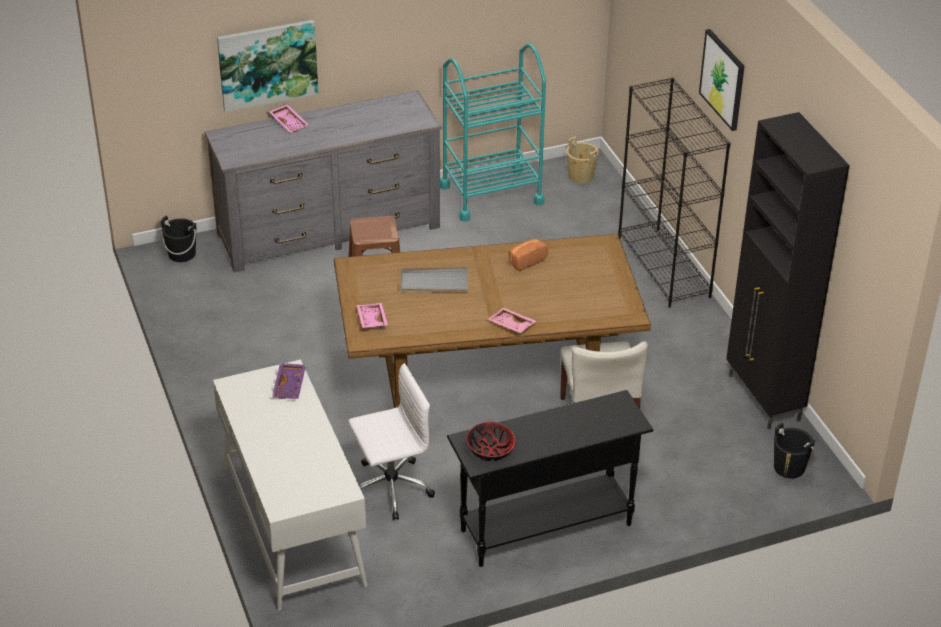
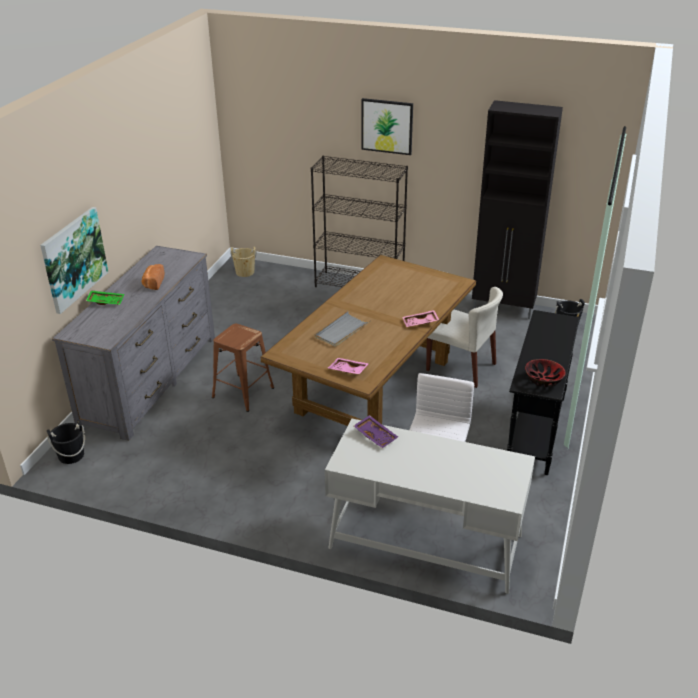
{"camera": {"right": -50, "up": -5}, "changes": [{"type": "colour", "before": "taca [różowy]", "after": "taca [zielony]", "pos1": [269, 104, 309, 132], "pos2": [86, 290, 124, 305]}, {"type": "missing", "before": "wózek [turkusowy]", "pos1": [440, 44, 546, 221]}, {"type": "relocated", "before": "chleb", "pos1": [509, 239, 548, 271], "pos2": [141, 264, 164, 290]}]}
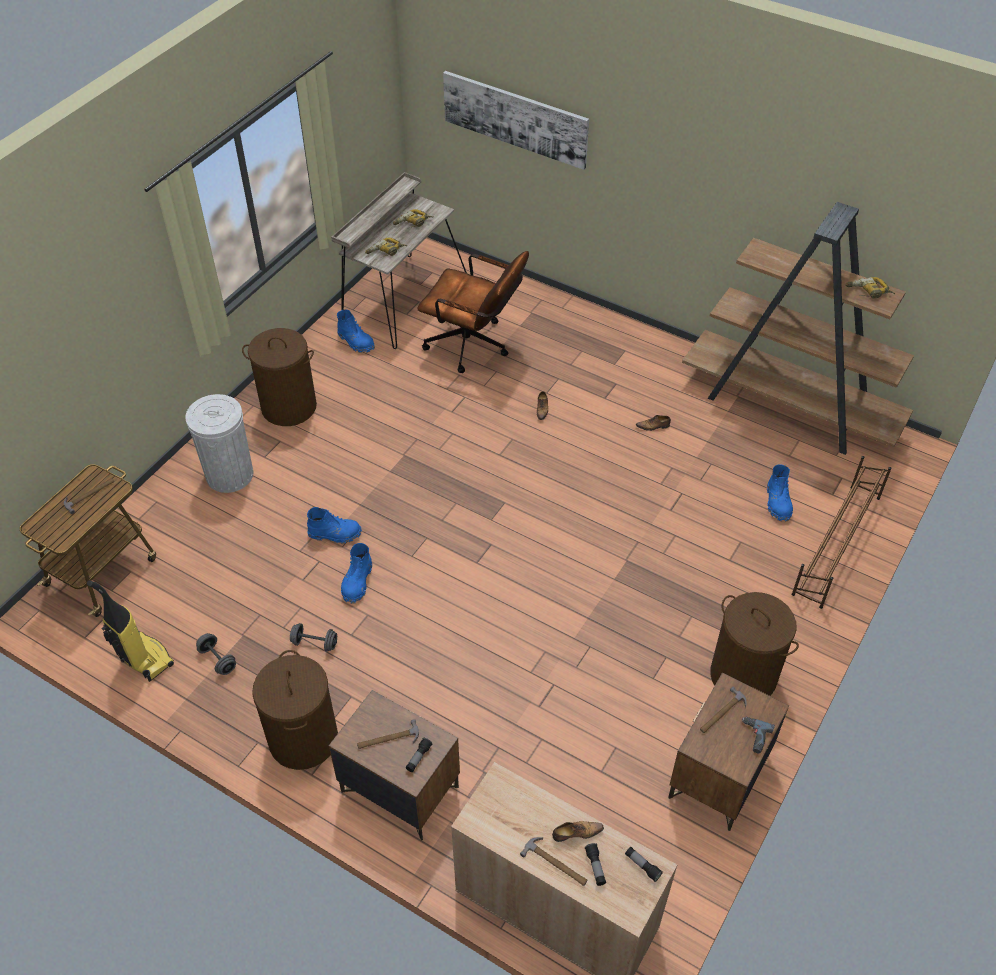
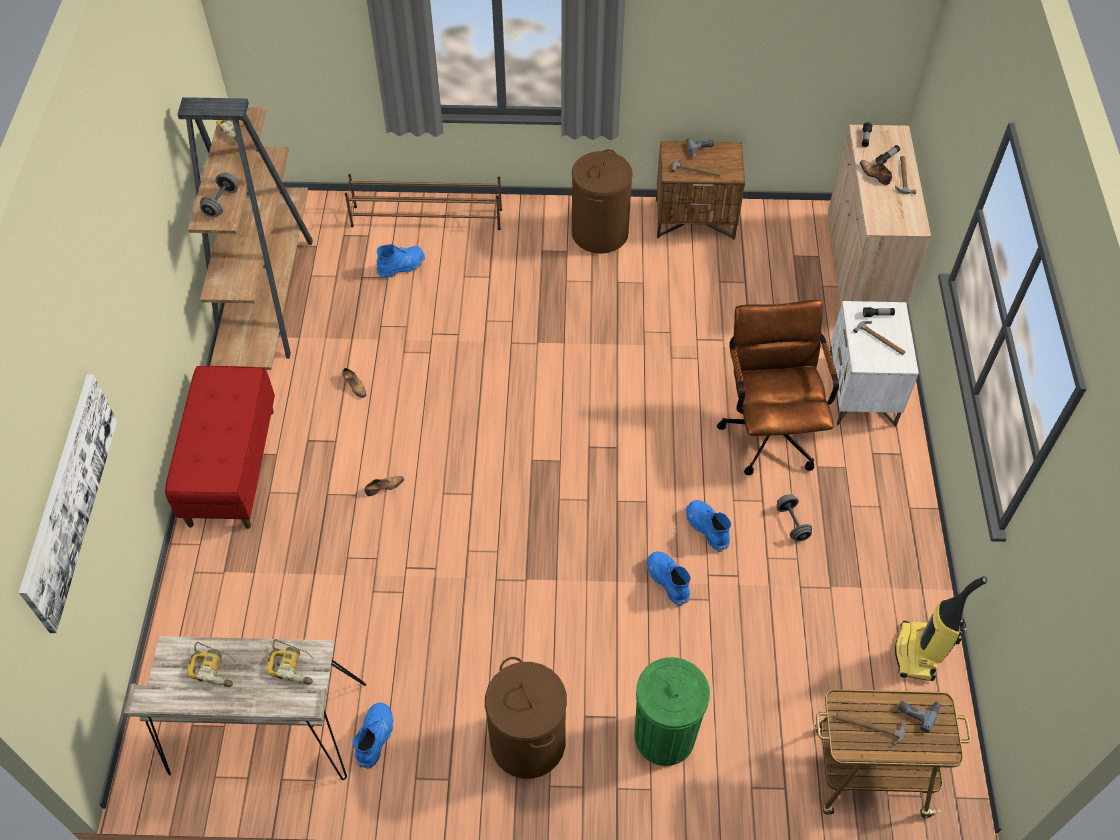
{"camera": {"right": -120, "up": 5}, "changes": [{"type": "colour", "before": "kosz na śmieci [biały]", "after": "kosz na śmieci [zielony]", "pos1": [185, 394, 253, 493], "pos2": [634, 657, 710, 766]}, {"type": "relocated", "before": "hantel [szary]", "pos1": [196, 633, 236, 675], "pos2": [200, 172, 238, 217]}, {"type": "missing", "before": "kosz na pranie [brązowy]", "pos1": [252, 650, 338, 770]}, {"type": "colour", "before": "szafka nocna [brązowy]", "after": "szafka nocna [biały]", "pos1": [329, 690, 460, 841], "pos2": [830, 301, 919, 427]}, {"type": "spun", "before": "but z cholewką [niebieski]", "pos1": [341, 543, 372, 604], "pos2": [686, 500, 731, 552], "turn": -105}, {"type": "relocated", "before": "krzesło biurowe [brązowy]", "pos1": [417, 251, 529, 373], "pos2": [717, 300, 839, 475]}, {"type": "appeared", "after": "ławka [czerwony]", "pos2": [165, 366, 275, 529]}, {"type": "appeared", "after": "wiertarka", "pos2": [897, 700, 941, 733]}]}
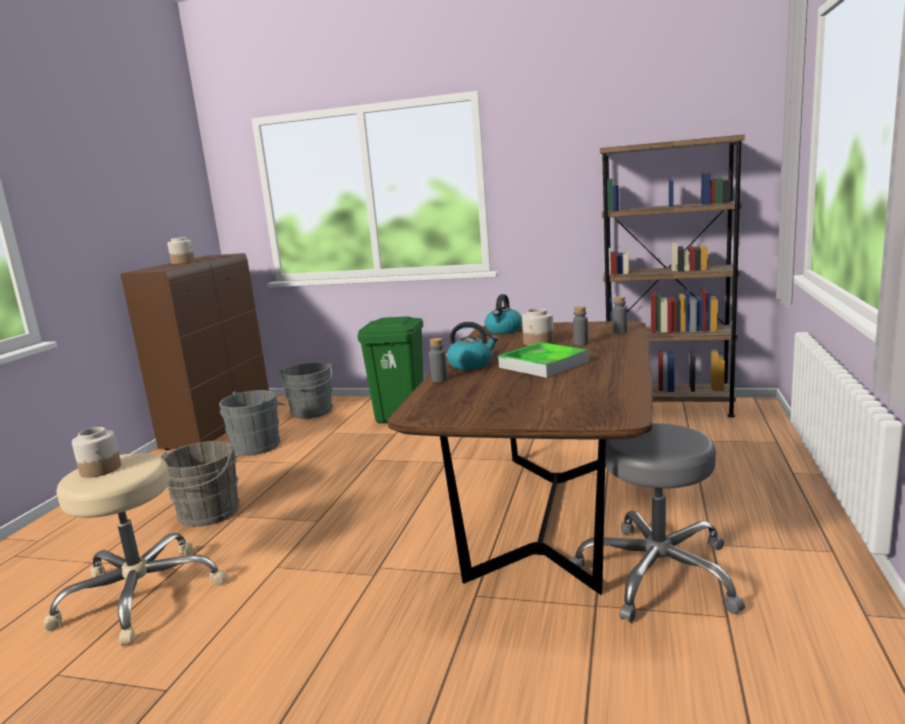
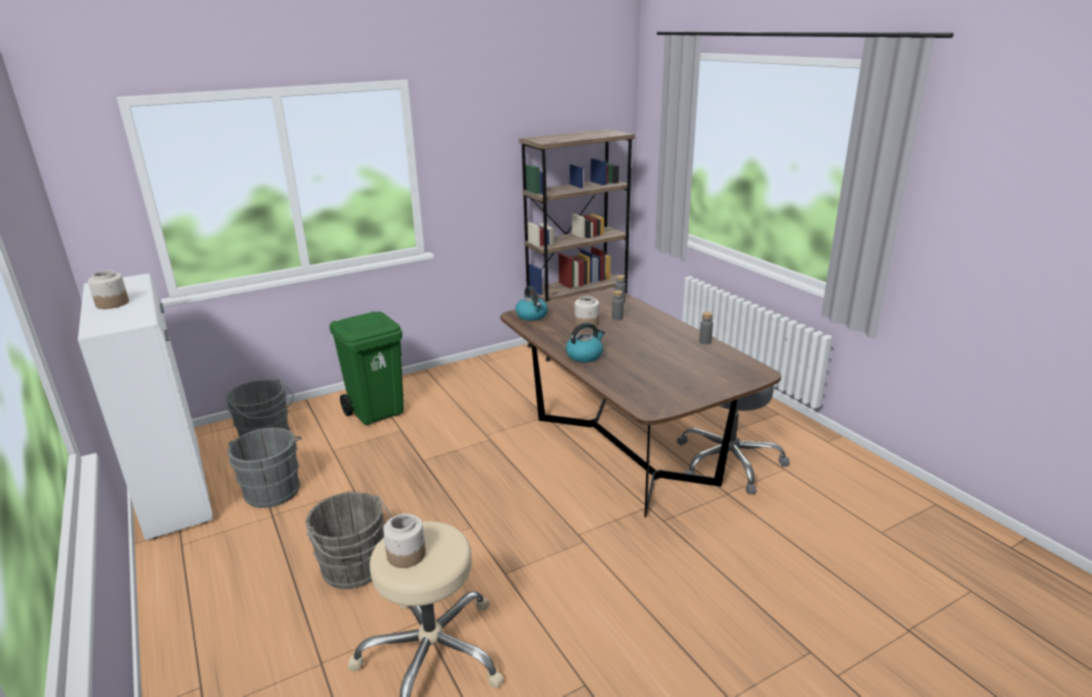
{"camera": {"right": -45, "up": 10}, "changes": [{"type": "colour", "before": "szafka [brązowy]", "after": "szafka [biały]", "pos1": [120, 253, 269, 450], "pos2": [78, 273, 212, 540]}, {"type": "relocated", "before": "butelka [szary]", "pos1": [429, 338, 448, 382], "pos2": [699, 312, 713, 344]}, {"type": "missing", "before": "taca", "pos1": [498, 342, 589, 378]}]}
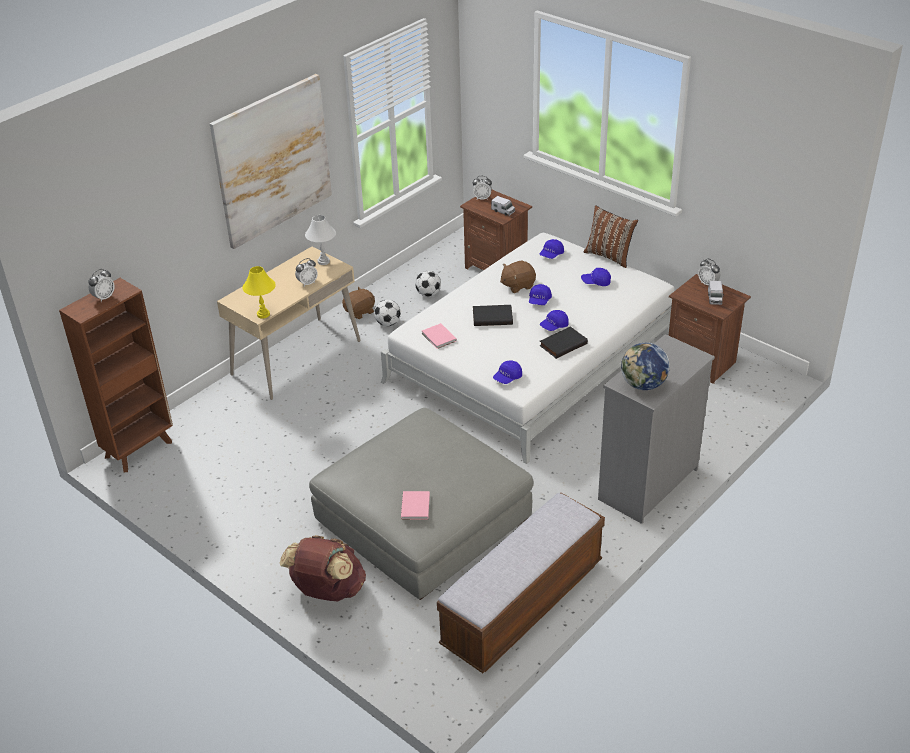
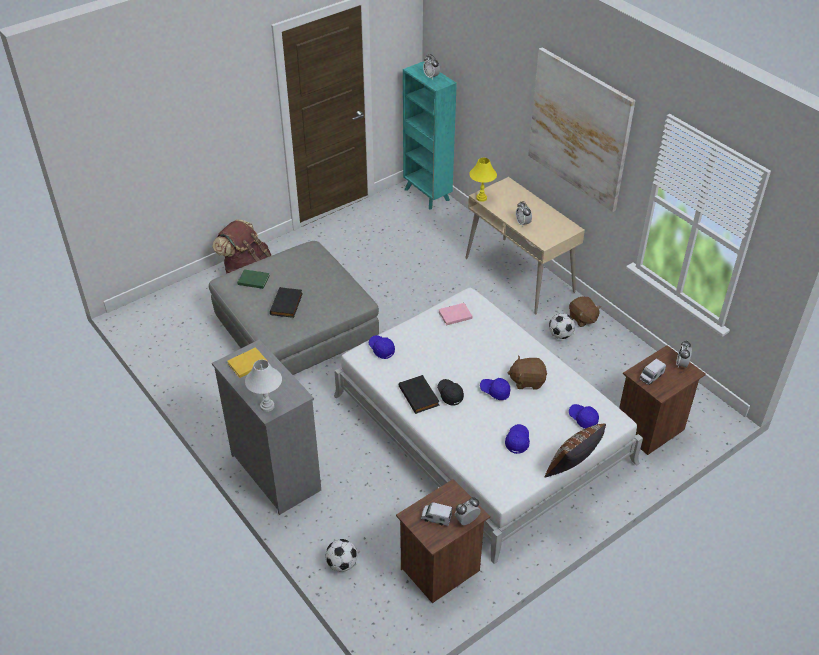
{"camera": {"right": 100, "up": 5}, "changes": [{"type": "colour", "before": "regał [brązowy]", "after": "regał [turkusowy]", "pos1": [59, 278, 173, 472], "pos2": [403, 61, 457, 209]}, {"type": "relocated", "before": "lampa stołowa [biały]", "pos1": [305, 215, 336, 265], "pos2": [245, 359, 282, 412]}, {"type": "colour", "before": "książka [różowy]", "after": "książka [zielony]", "pos1": [401, 491, 430, 520], "pos2": [237, 269, 270, 289]}, {"type": "relocated", "before": "piłka futbolowa", "pos1": [415, 271, 441, 297], "pos2": [325, 539, 357, 572]}, {"type": "missing", "before": "ławka", "pos1": [437, 493, 605, 673]}, {"type": "relocated", "before": "książka [czarny]", "pos1": [473, 305, 513, 326], "pos2": [270, 287, 303, 318]}, {"type": "spun", "before": "pluszak [brązowy]", "pos1": [500, 260, 536, 293], "pos2": [508, 355, 547, 389], "turn": -75}, {"type": "colour", "before": "czapka z daszkiem [niebieski]", "after": "czapka z daszkiem [czarny]", "pos1": [540, 310, 569, 331], "pos2": [437, 379, 464, 406]}, {"type": "exchanged", "before": "globus", "after": "książka [żółty]", "pos1": [621, 343, 670, 390], "pos2": [227, 347, 267, 378]}]}
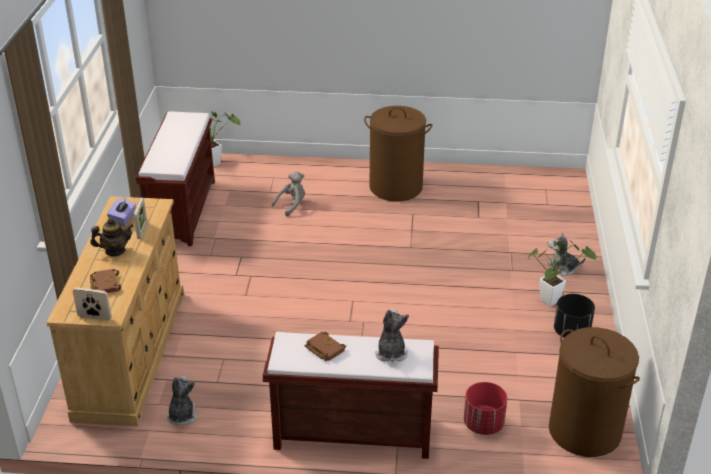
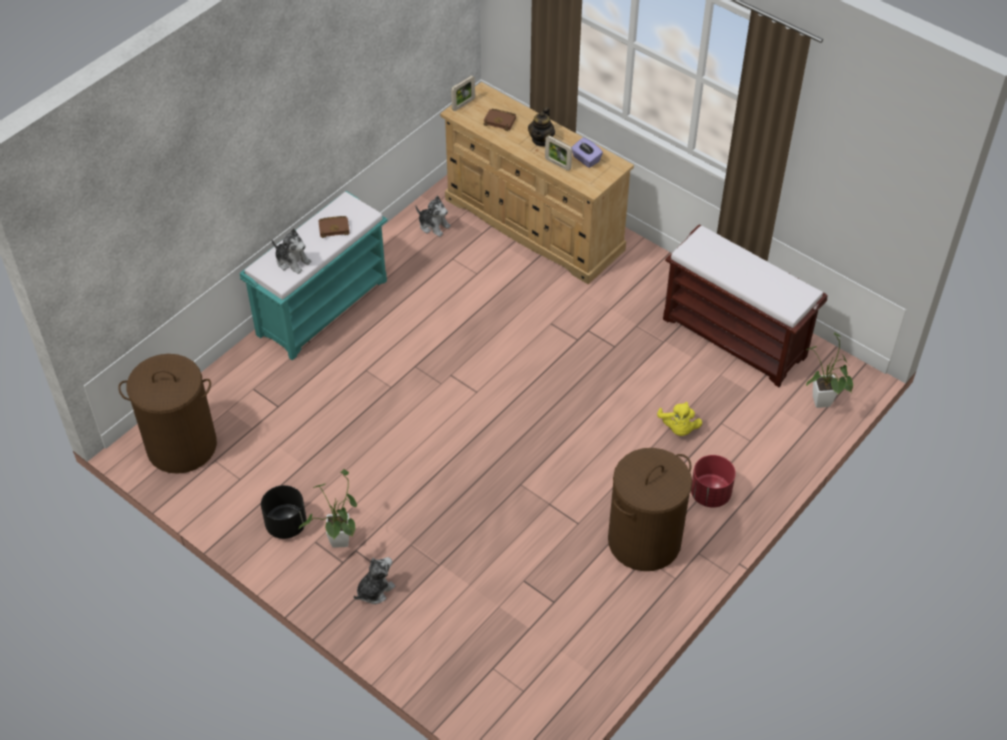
{"camera": {"right": 125, "up": 15}, "changes": [{"type": "colour", "before": "ławka [brązowy]", "after": "ławka [turkusowy]", "pos1": [262, 332, 439, 459], "pos2": [240, 191, 388, 360]}, {"type": "colour", "before": "pluszak [szary]", "after": "pluszak [żółty]", "pos1": [272, 171, 305, 216], "pos2": [657, 402, 702, 436]}, {"type": "relocated", "before": "donica [czerwony]", "pos1": [464, 382, 507, 435], "pos2": [691, 455, 736, 508]}]}
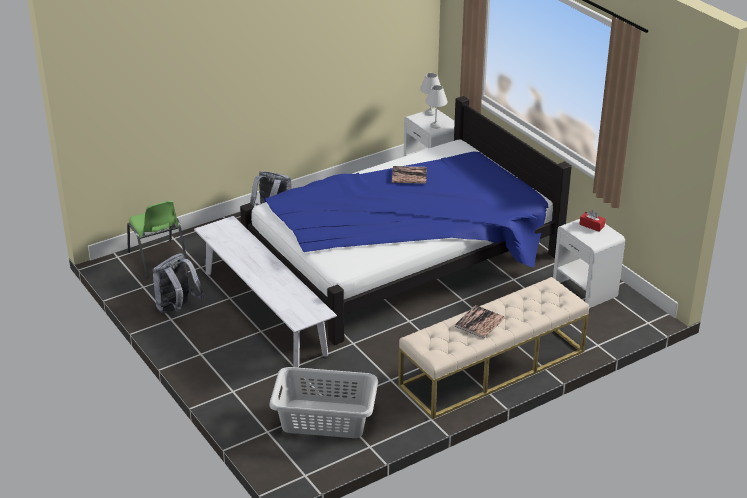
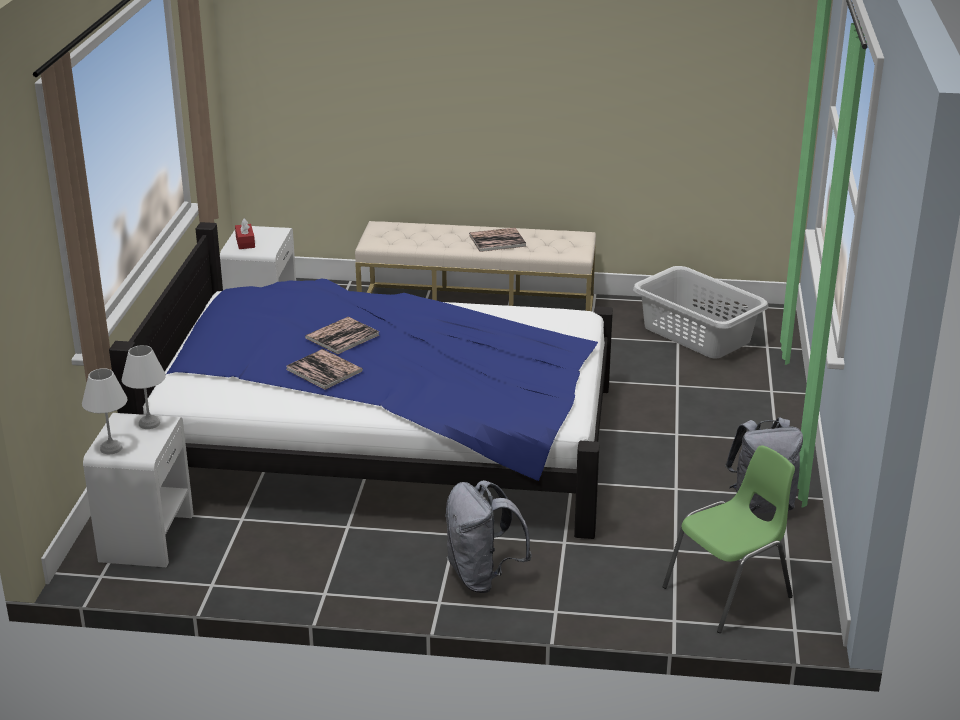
{"camera": {"right": -140, "up": -5}, "changes": [{"type": "spun", "before": "krzesło [zielony]", "pos1": [127, 201, 187, 278], "pos2": [662, 445, 795, 633], "turn": 45}, {"type": "missing", "before": "ławka [biały]", "pos1": [194, 216, 337, 368]}, {"type": "appeared", "after": "książka", "pos2": [305, 317, 380, 355]}]}
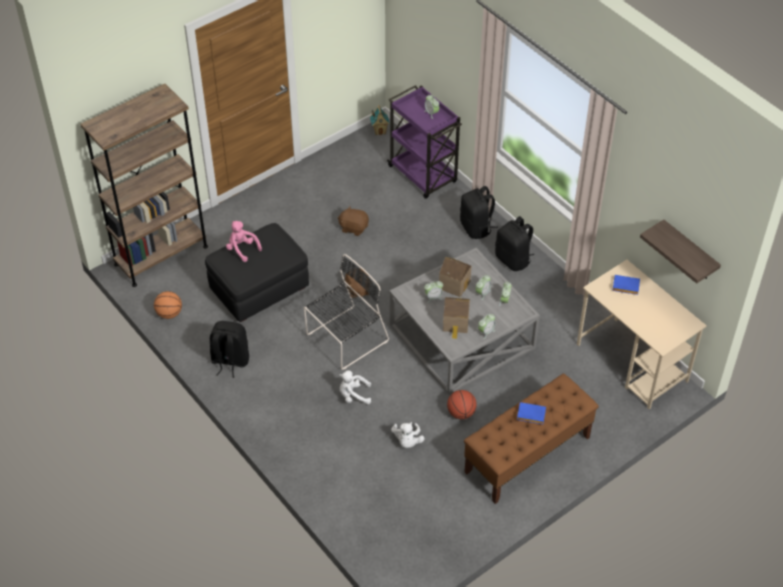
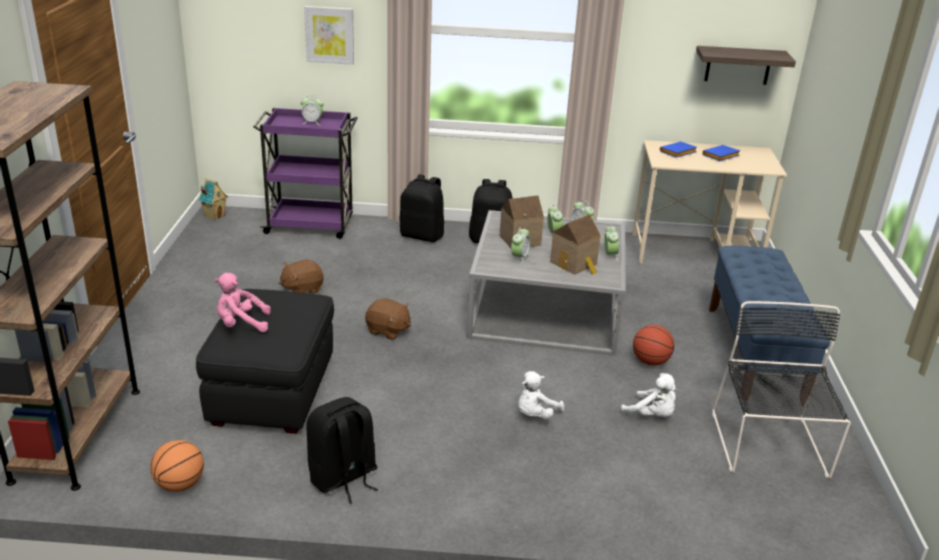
{"camera": {"right": -50, "up": -20}, "changes": [{"type": "relocated", "before": "krzesło [czarny]", "pos1": [304, 254, 389, 370], "pos2": [712, 301, 851, 479]}, {"type": "colour", "before": "ławka [brązowy]", "after": "ławka [niebieski]", "pos1": [464, 373, 599, 504], "pos2": [709, 246, 830, 407]}, {"type": "relocated", "before": "książka [niebieski]", "pos1": [517, 402, 546, 424], "pos2": [702, 145, 740, 161]}, {"type": "appeared", "after": "obraz", "pos2": [304, 6, 354, 65]}]}
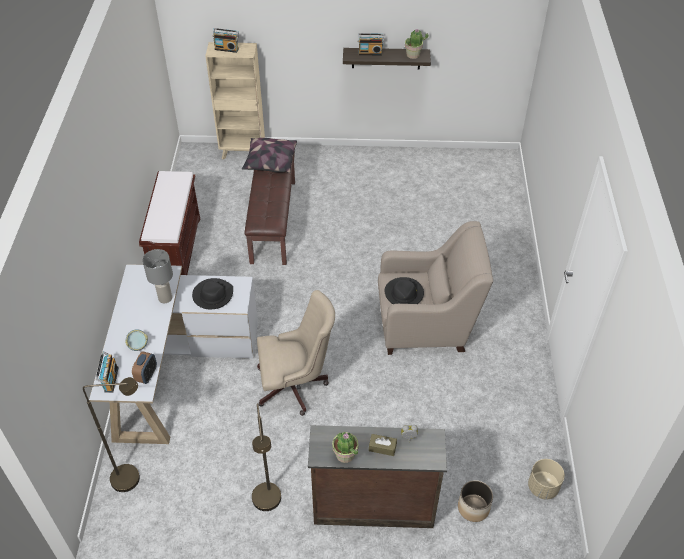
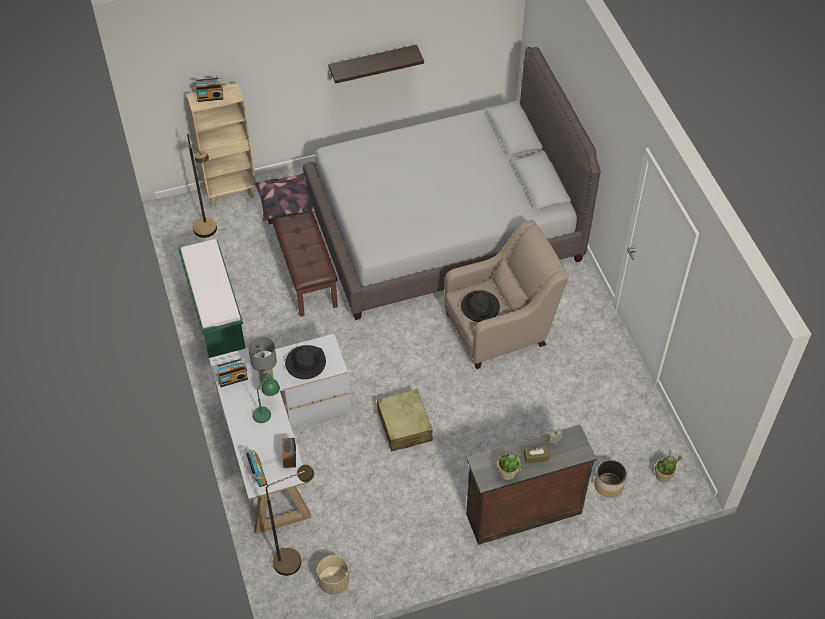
{"camera": {"right": -20, "up": 5}, "changes": [{"type": "missing", "before": "miska", "pos1": [125, 329, 148, 351]}, {"type": "colour", "before": "ławka [brązowy]", "after": "ławka [zielony]", "pos1": [139, 171, 200, 275], "pos2": [178, 239, 246, 365]}, {"type": "relocated", "before": "lampa stojąca [brązowy]", "pos1": [252, 403, 281, 511], "pos2": [187, 133, 217, 238]}, {"type": "exchanged", "before": "krzesło biurowe [beżowy]", "after": "walizka [beżowy]", "pos1": [257, 290, 335, 416], "pos2": [377, 389, 433, 451]}, {"type": "relocated", "before": "radio", "pos1": [358, 33, 384, 55], "pos2": [214, 358, 248, 387]}, {"type": "relocated", "before": "roślina doniczkowa", "pos1": [405, 29, 428, 59], "pos2": [655, 455, 682, 482]}, {"type": "relocated", "before": "donica [beżowy]", "pos1": [528, 459, 565, 499], "pos2": [317, 555, 349, 594]}, {"type": "appeared", "after": "lampa stołowa [zielony]", "pos2": [252, 372, 280, 423]}, {"type": "appeared", "after": "łóżko [szary]", "pos2": [303, 47, 601, 320]}]}
